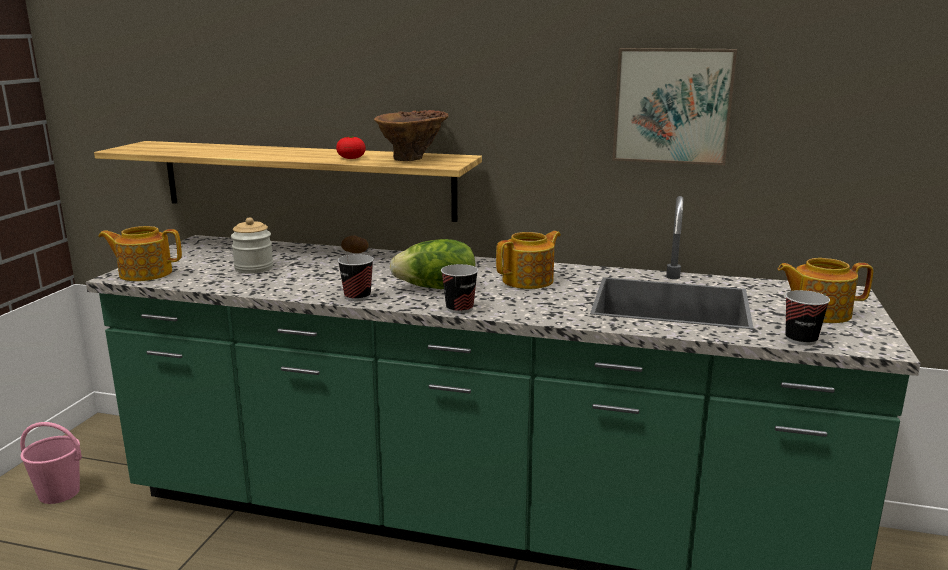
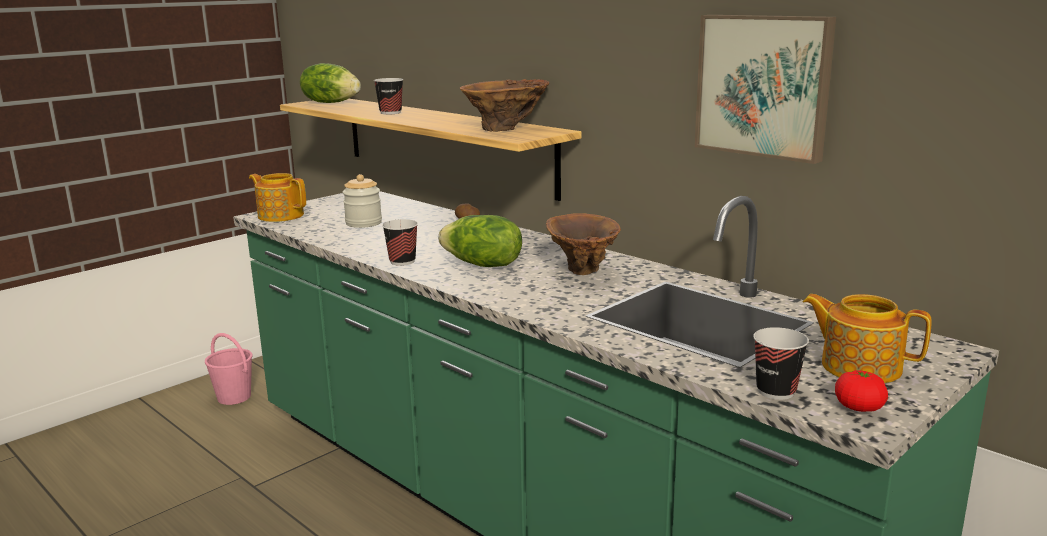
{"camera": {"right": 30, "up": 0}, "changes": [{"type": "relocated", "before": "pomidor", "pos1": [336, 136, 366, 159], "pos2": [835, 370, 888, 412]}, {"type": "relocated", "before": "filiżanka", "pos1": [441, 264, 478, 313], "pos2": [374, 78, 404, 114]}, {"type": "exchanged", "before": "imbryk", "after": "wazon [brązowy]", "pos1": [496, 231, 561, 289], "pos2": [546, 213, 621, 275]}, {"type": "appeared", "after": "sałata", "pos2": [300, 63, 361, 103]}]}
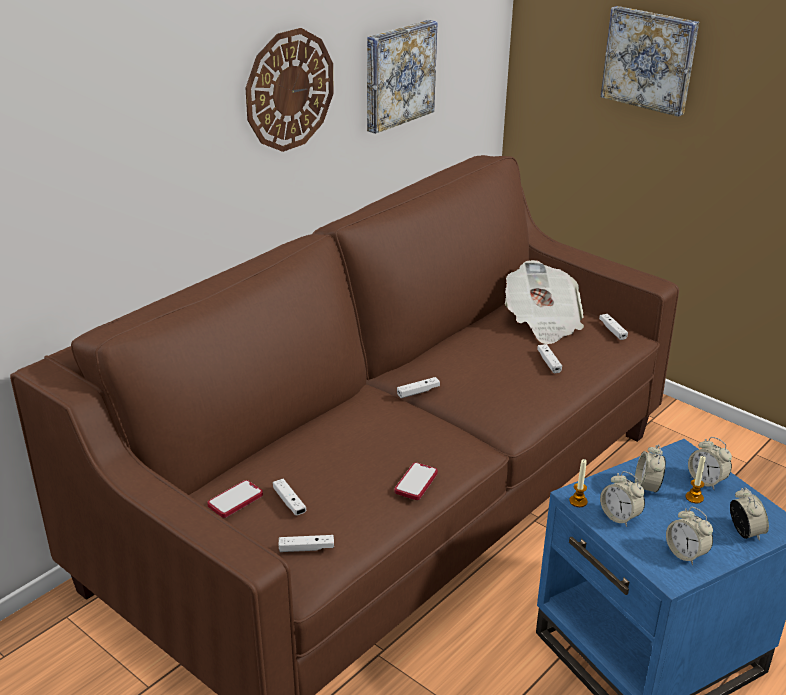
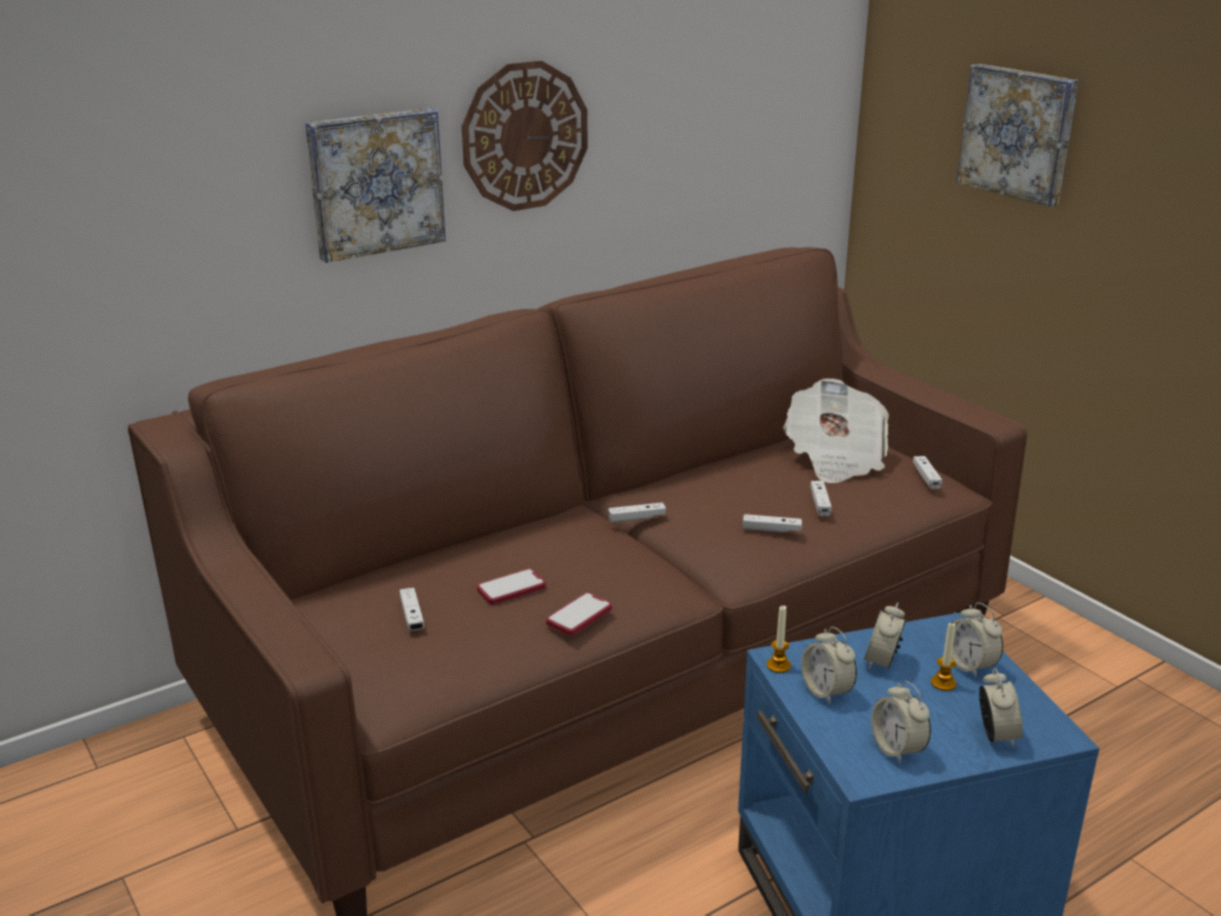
{"camera": {"right": 15, "up": -5}, "changes": [{"type": "relocated", "before": "telefon", "pos1": [207, 480, 263, 518], "pos2": [477, 569, 546, 605]}, {"type": "relocated", "before": "pad do gier [biały]", "pos1": [279, 535, 334, 552], "pos2": [743, 514, 802, 533]}, {"type": "relocated", "before": "obraz", "pos1": [367, 20, 438, 134], "pos2": [305, 108, 446, 263]}]}
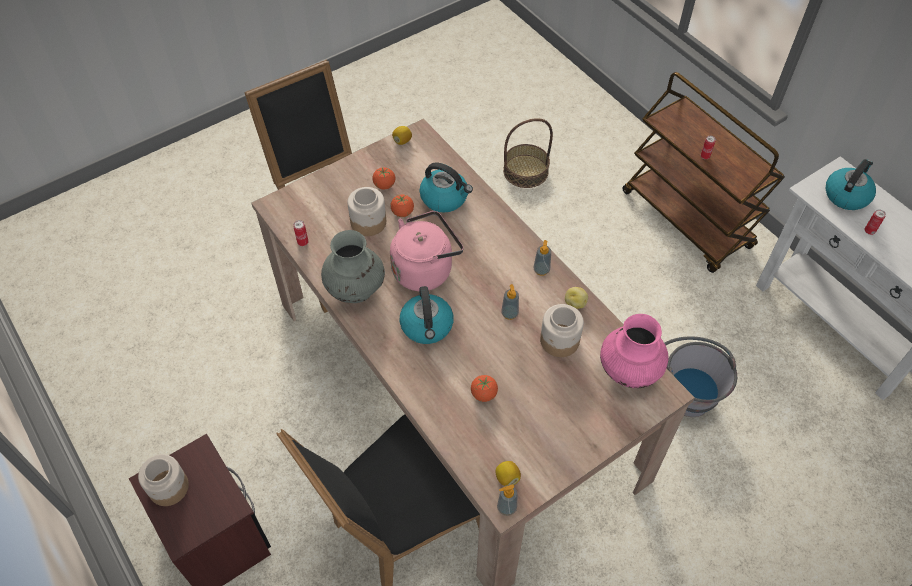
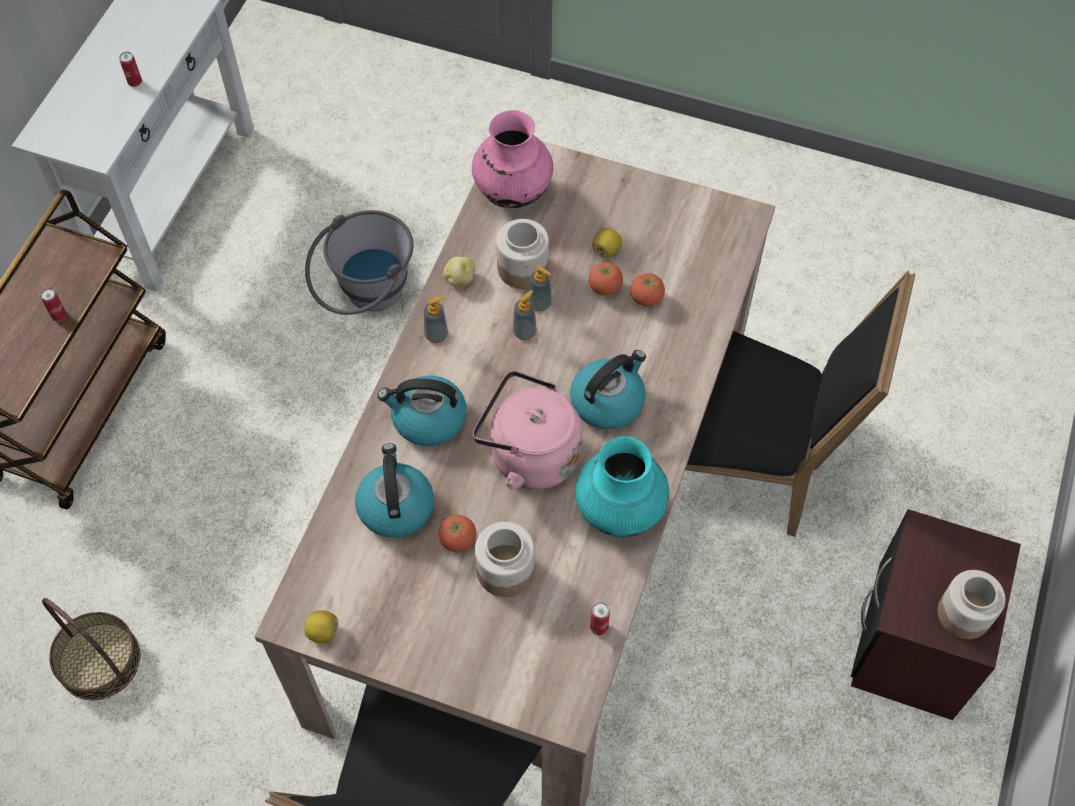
{"camera": {"right": -125, "up": 5}, "changes": [{"type": "colour", "before": "wazon [szary]", "after": "wazon [turkusowy]", "pos1": [321, 230, 385, 303], "pos2": [575, 436, 669, 537]}, {"type": "relocated", "before": "pomidor", "pos1": [372, 167, 395, 189], "pos2": [589, 262, 623, 296]}, {"type": "relocated", "before": "cytryna", "pos1": [496, 461, 521, 486], "pos2": [593, 228, 622, 258]}, {"type": "relocated", "before": "dozownik mydła", "pos1": [497, 484, 517, 516], "pos2": [528, 265, 552, 311]}, {"type": "relocated", "before": "czajnik", "pos1": [826, 159, 876, 210], "pos2": [378, 375, 467, 446]}]}
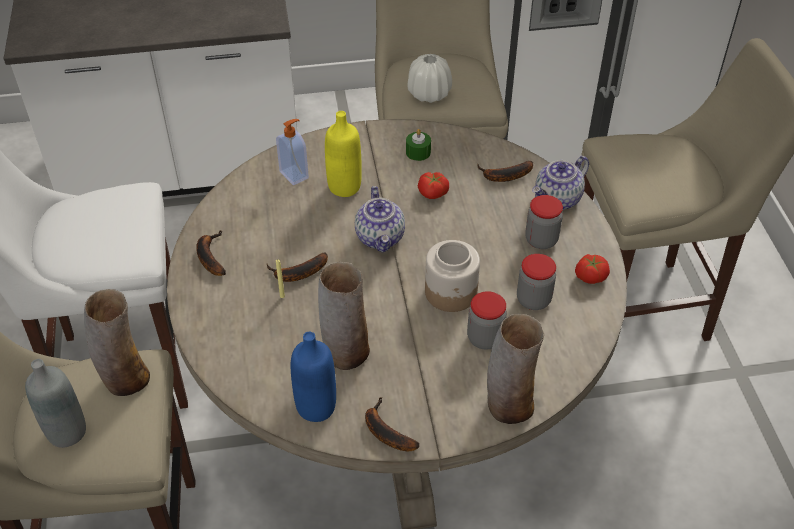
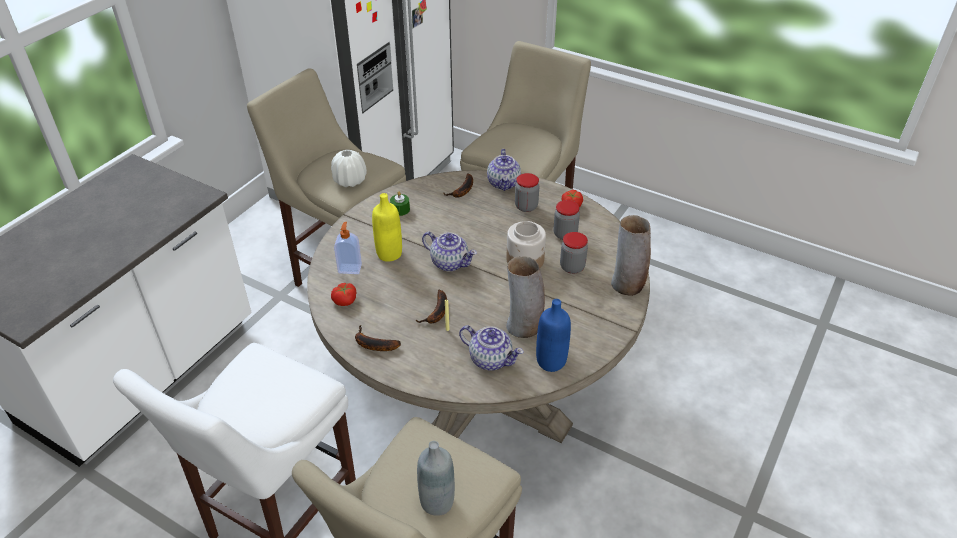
{"camera": {"right": -50, "up": -5}, "changes": [{"type": "missing", "before": "wazon", "pos1": [84, 289, 150, 396]}, {"type": "missing", "before": "banan", "pos1": [365, 397, 419, 451]}, {"type": "relocated", "before": "pomidor", "pos1": [418, 172, 449, 199], "pos2": [331, 283, 356, 306]}, {"type": "appeared", "after": "imbryk", "pos2": [459, 325, 524, 370]}]}
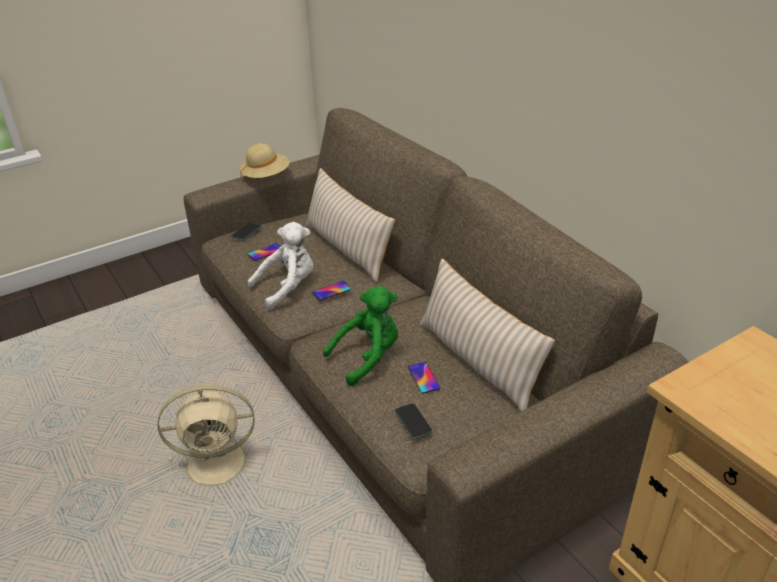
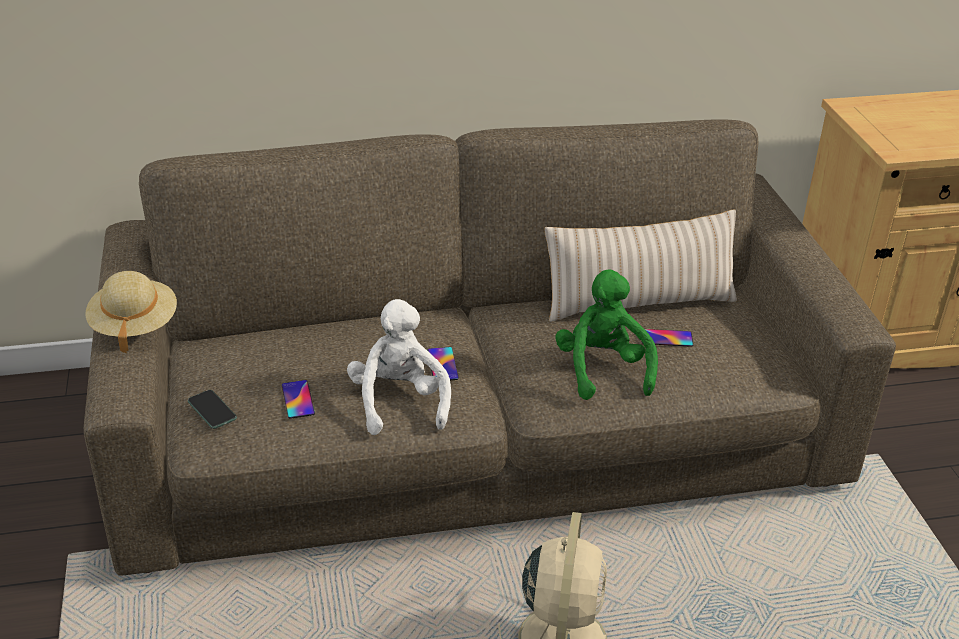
{"camera": {"right": -70, "up": 0}, "changes": [{"type": "missing", "before": "poduszka [beżowy]", "pos1": [306, 168, 395, 282]}, {"type": "missing", "before": "telefon", "pos1": [395, 403, 433, 440]}]}
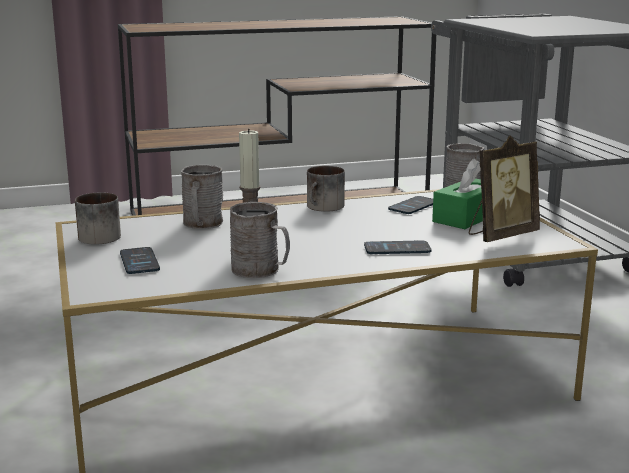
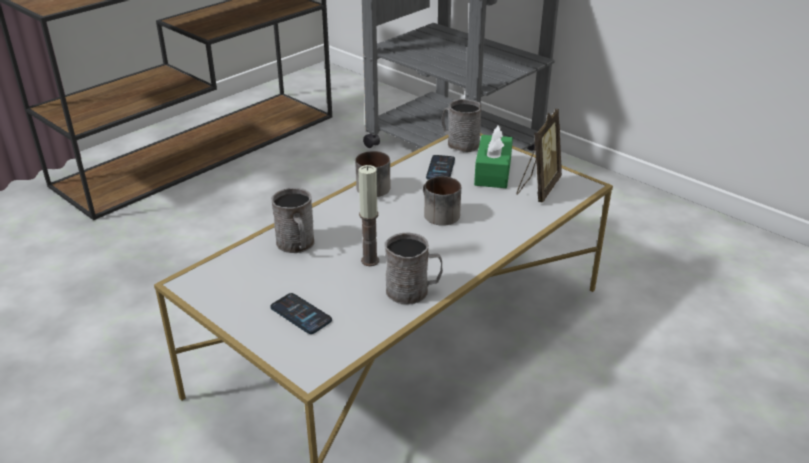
{"camera": {"right": -30, "up": 15}, "changes": [{"type": "relocated", "before": "kubek", "pos1": [75, 192, 121, 245], "pos2": [423, 176, 461, 226]}, {"type": "missing", "before": "telefon", "pos1": [364, 240, 431, 254]}]}
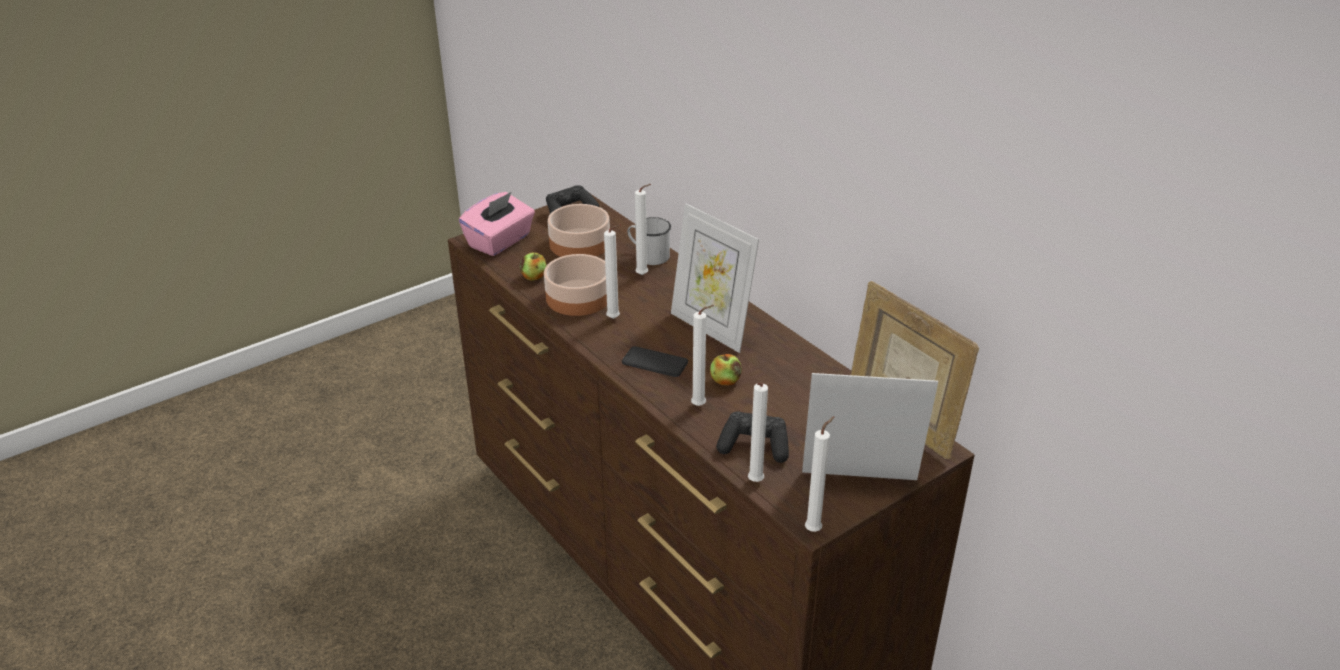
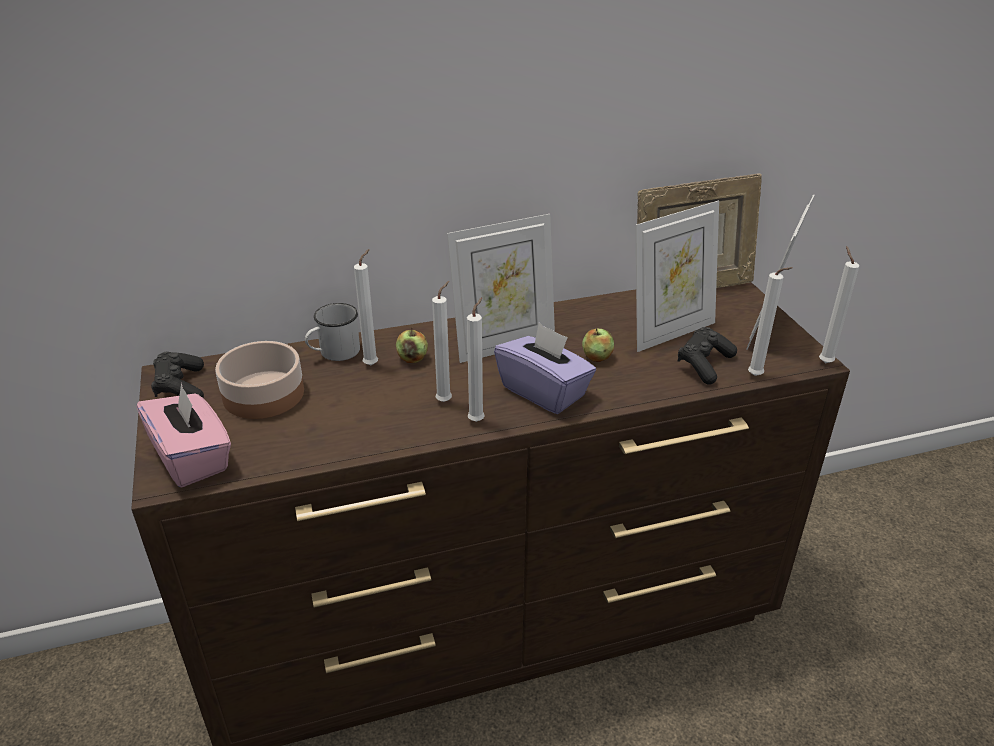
{"camera": {"right": -70, "up": 0}, "changes": [{"type": "relocated", "before": "jabłko", "pos1": [519, 252, 547, 281], "pos2": [396, 327, 428, 363]}, {"type": "missing", "before": "miska", "pos1": [544, 254, 607, 316]}, {"type": "exchanged", "before": "telefon", "after": "pudełko chusteczek [fioletowy]", "pos1": [622, 346, 688, 377], "pos2": [494, 323, 596, 414]}, {"type": "relocated", "before": "świeca [biały]", "pos1": [691, 305, 714, 406], "pos2": [467, 297, 484, 422]}, {"type": "appeared", "after": "ramka na zdjęcie", "pos2": [635, 201, 719, 352]}]}
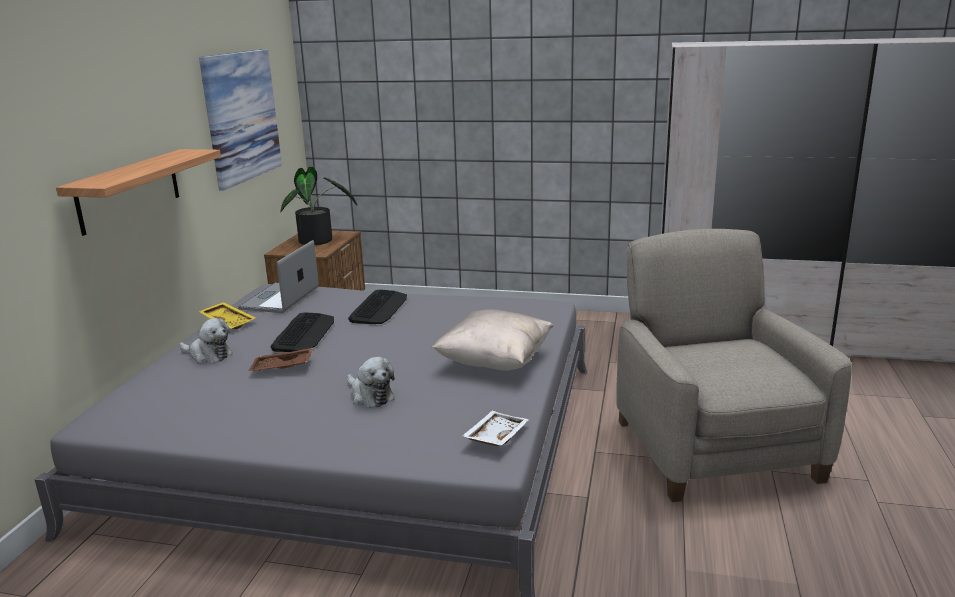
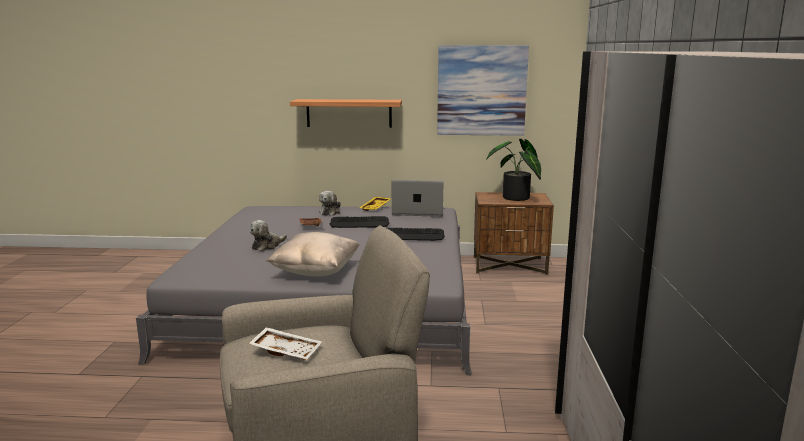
{"camera": {"right": 80, "up": -5}, "changes": [{"type": "relocated", "before": "taca [biały]", "pos1": [462, 411, 529, 446], "pos2": [248, 327, 322, 360]}]}
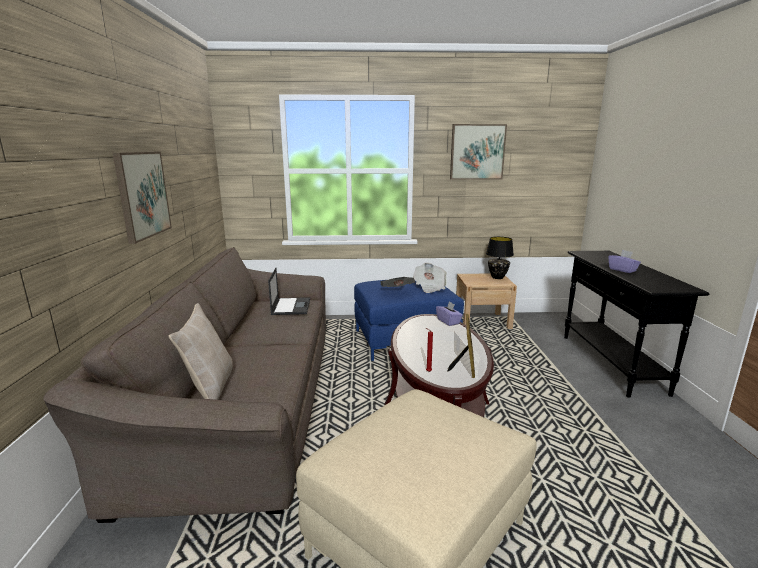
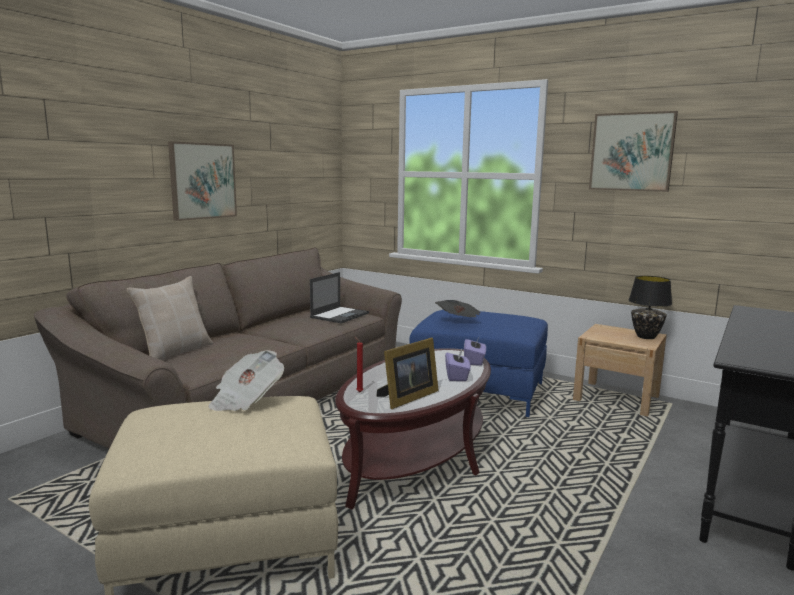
{"camera": {"right": 35, "up": -5}, "changes": [{"type": "relocated", "before": "gazeta", "pos1": [413, 263, 447, 293], "pos2": [208, 350, 284, 411]}, {"type": "relocated", "before": "pudełko chusteczek [fioletowy]", "pos1": [608, 250, 641, 273], "pos2": [445, 348, 471, 381]}]}
